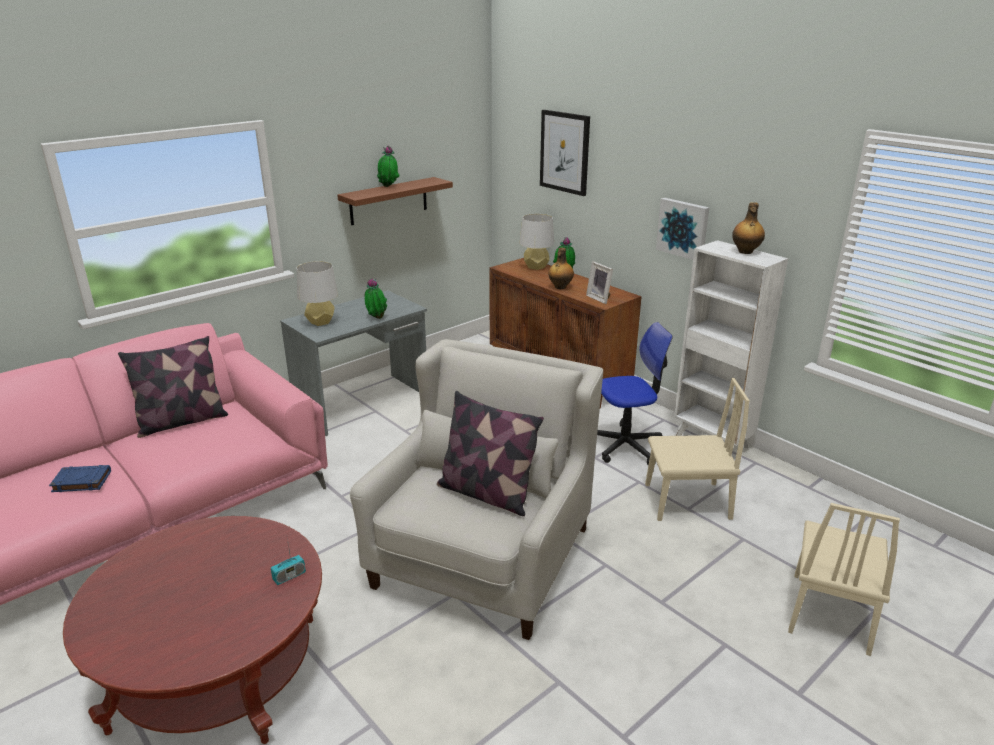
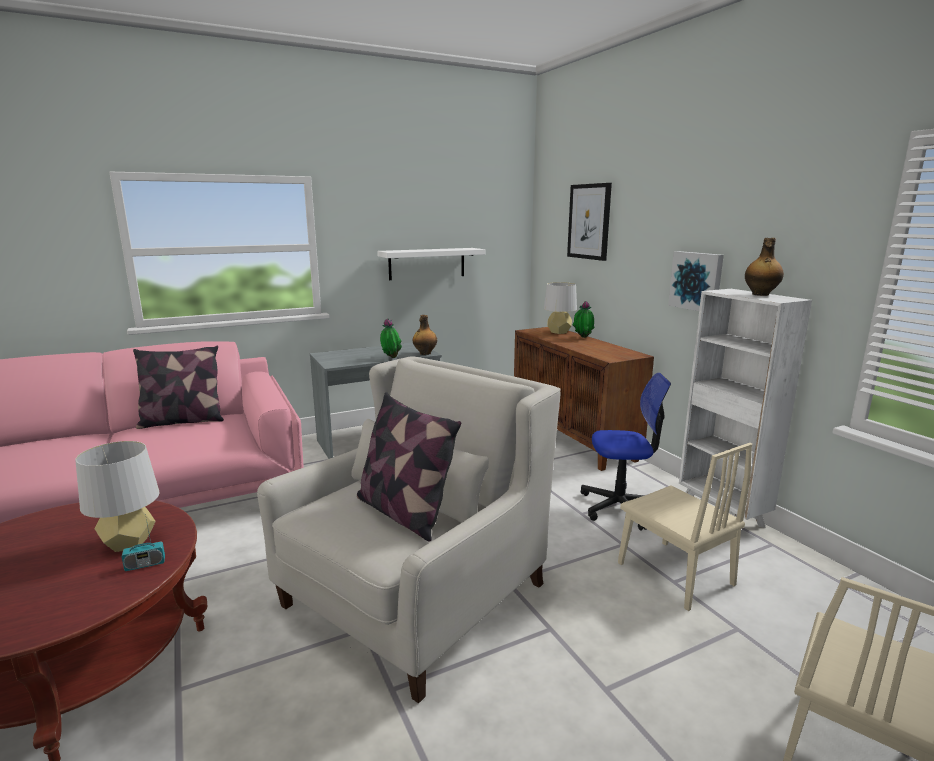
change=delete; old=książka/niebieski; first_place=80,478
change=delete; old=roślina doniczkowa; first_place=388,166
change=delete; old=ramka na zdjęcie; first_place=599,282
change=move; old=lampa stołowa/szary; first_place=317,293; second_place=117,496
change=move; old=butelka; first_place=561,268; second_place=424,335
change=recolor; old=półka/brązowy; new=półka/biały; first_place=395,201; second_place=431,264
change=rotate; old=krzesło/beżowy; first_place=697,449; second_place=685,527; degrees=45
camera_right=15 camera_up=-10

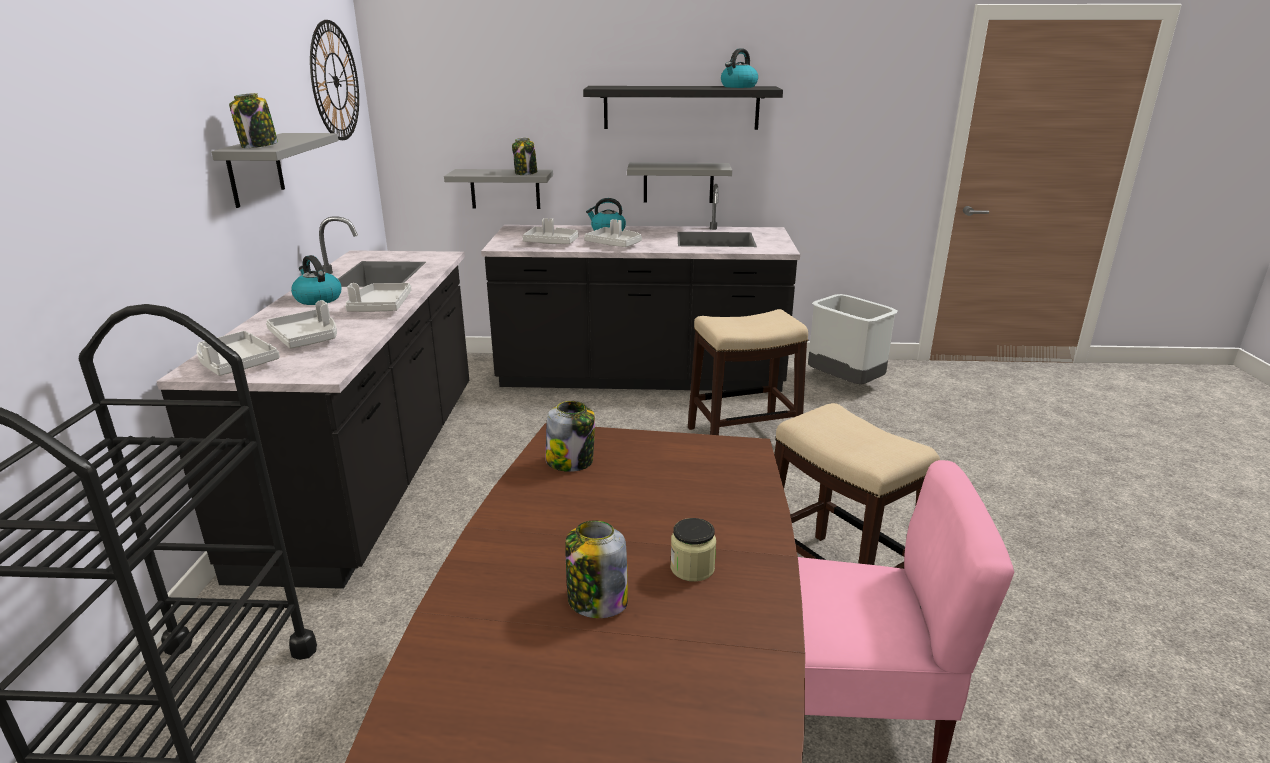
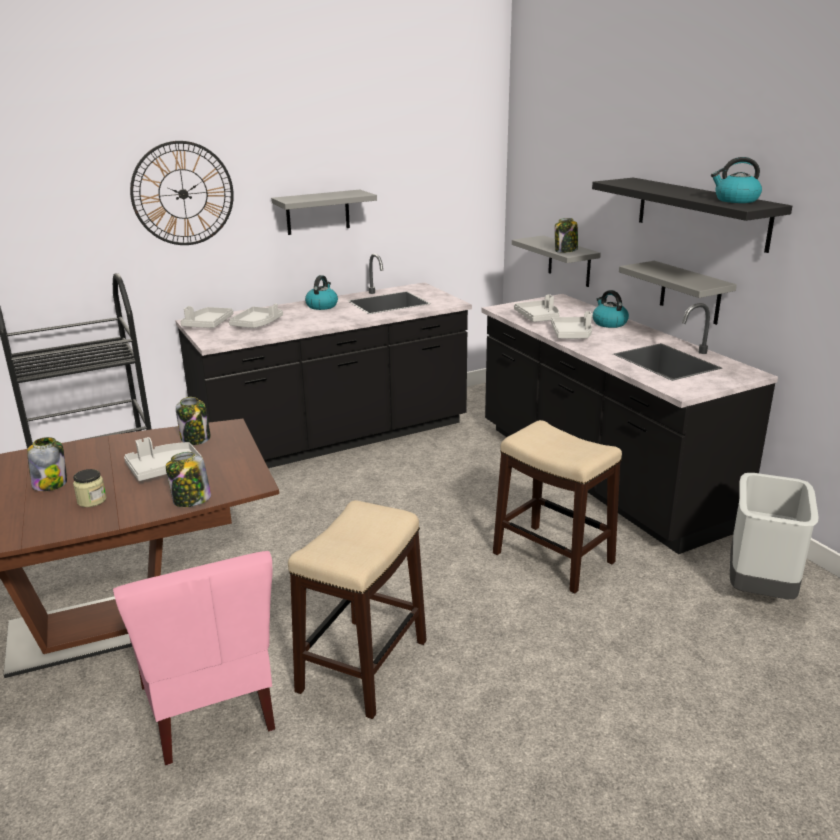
change=move; old=słoik; first_place=253,120; second_place=188,479
change=move; old=zegar ścienny; first_place=334,80; second_place=182,193
change=move; old=taca/szary; first_place=378,297; second_place=163,459
camera_right=60 camera_up=0

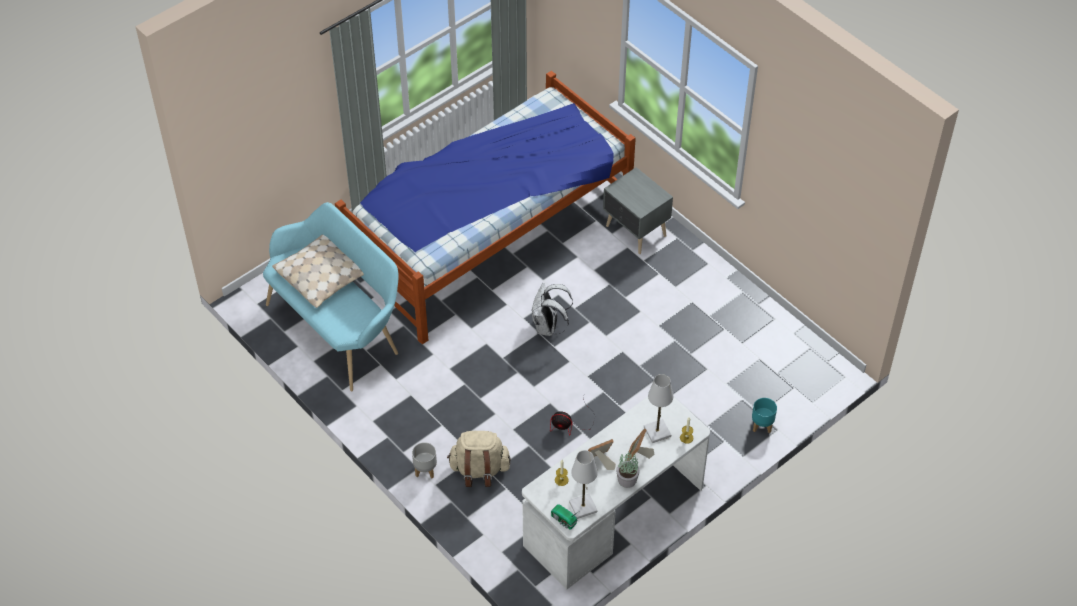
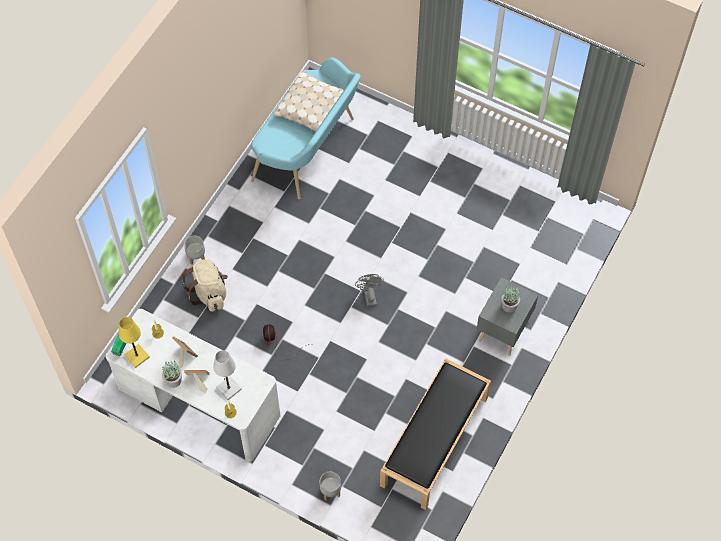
change=delete; old=łóżko; first_place=485,208
change=insert; new=ławka/czarny; second_place=435,434
change=insert; new=roślina doniczkowa; second_place=510,299
change=replace; old=plecak/biały; new=wentylator/szary; first_place=552,309; second_place=369,290
change=recolor; old=lampa stołowa/biały; new=lampa stołowa/żółty; first_place=583,484; second_place=134,342
change=recolor; old=donica/turkusowy; new=donica/szary; first_place=764,415; second_place=330,486
camera_right=70 camera_up=10

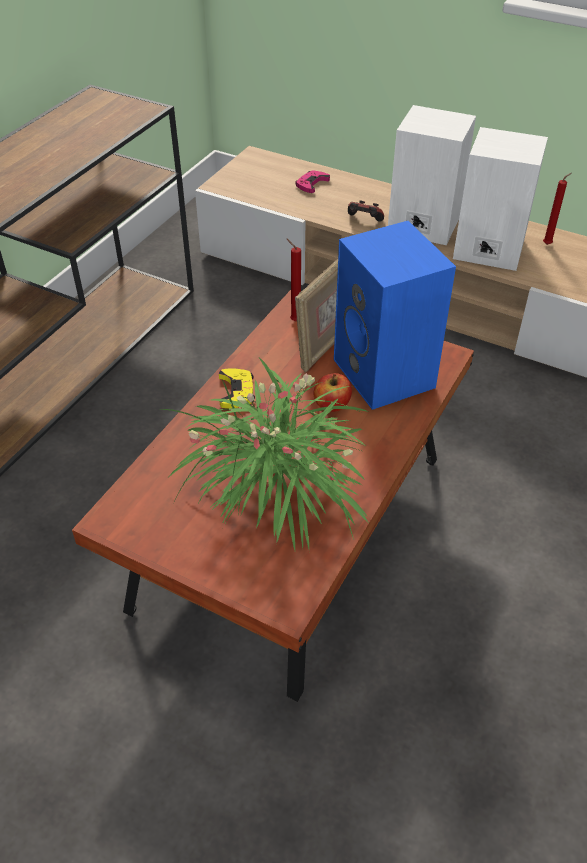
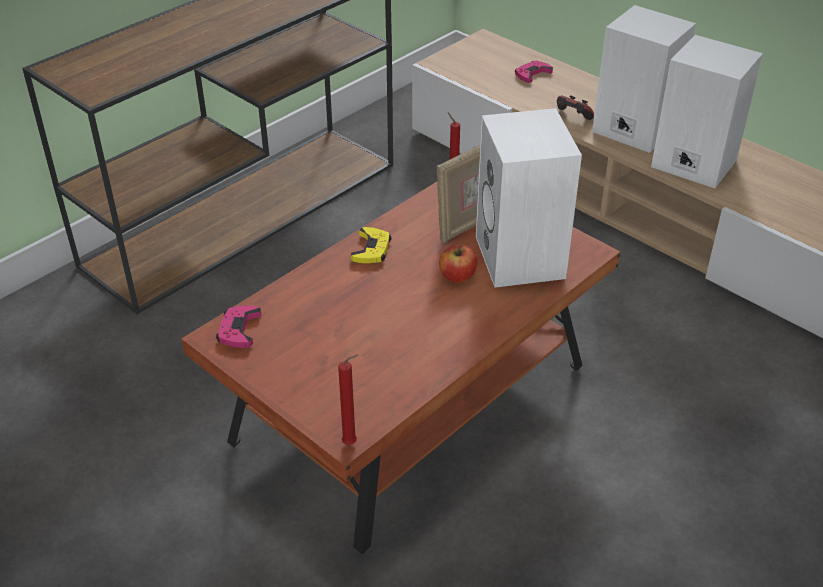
change=delete; old=roślina doniczkowa; first_place=265,454
change=insert; new=pad do gier/różowy; second_place=238,326
change=move; old=świeca/czerwony; first_place=557,209; second_place=348,399
change=recolor; old=głośnik/niebieski; new=głośnik/biały; first_place=395,315; second_place=529,198
camera_right=15 camera_up=-5

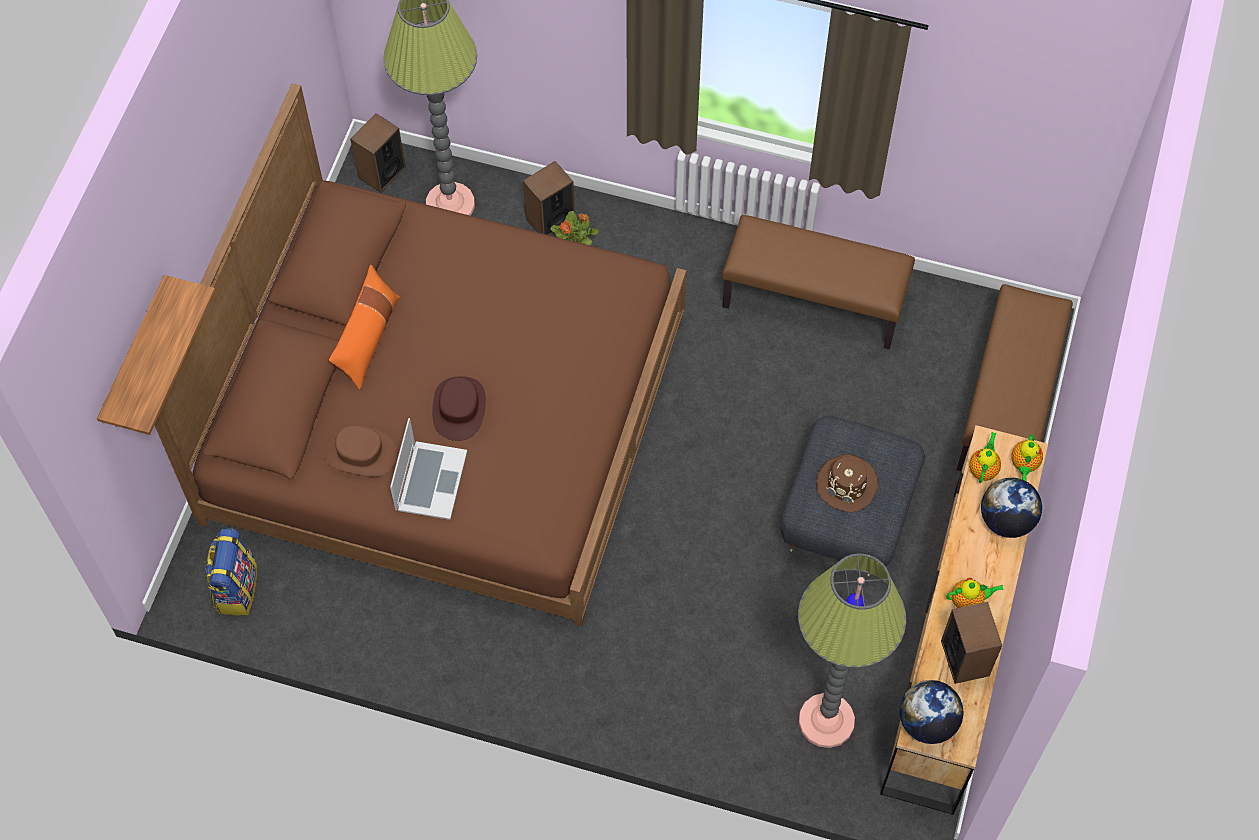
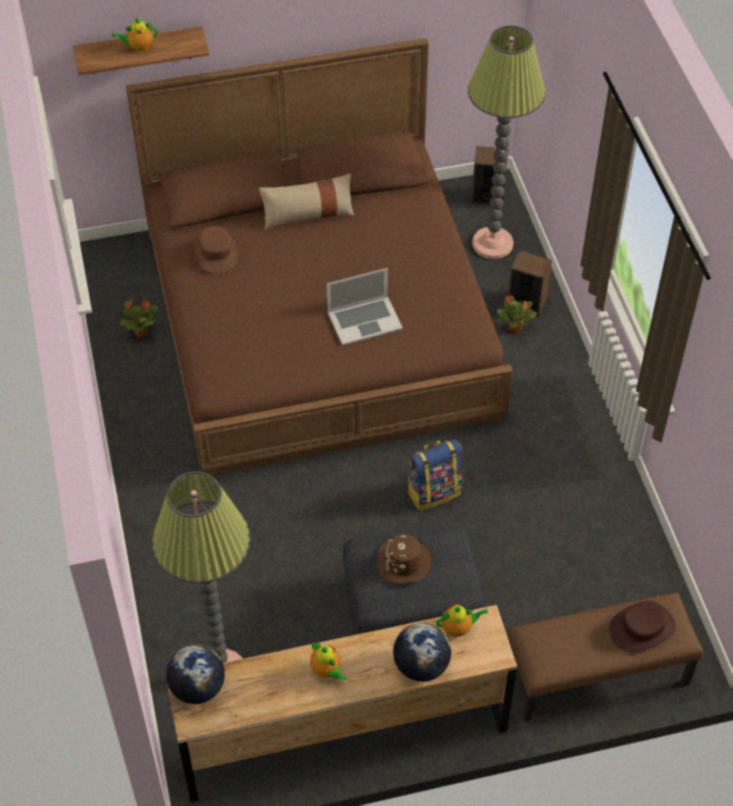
change=delete; old=ławka/brązowy; first_place=818,282
change=delete; old=głośnik; first_place=971,643
change=insert; new=roślina doniczkowa; second_place=138,318
change=move; old=plecak; first_place=231,571; second_place=435,475
change=move; old=laptop; first_place=428,469; second_place=365,307
change=move; old=kapelusz/brązowy; first_place=459,408; second_place=642,626
change=move; old=imbryk; first_place=1027,457; second_place=135,35
change=recolor; old=poduszka/pomarańczowy; new=poduszka/beżowy; first_place=364,327; second_place=306,201
camera_right=60 camera_up=-10

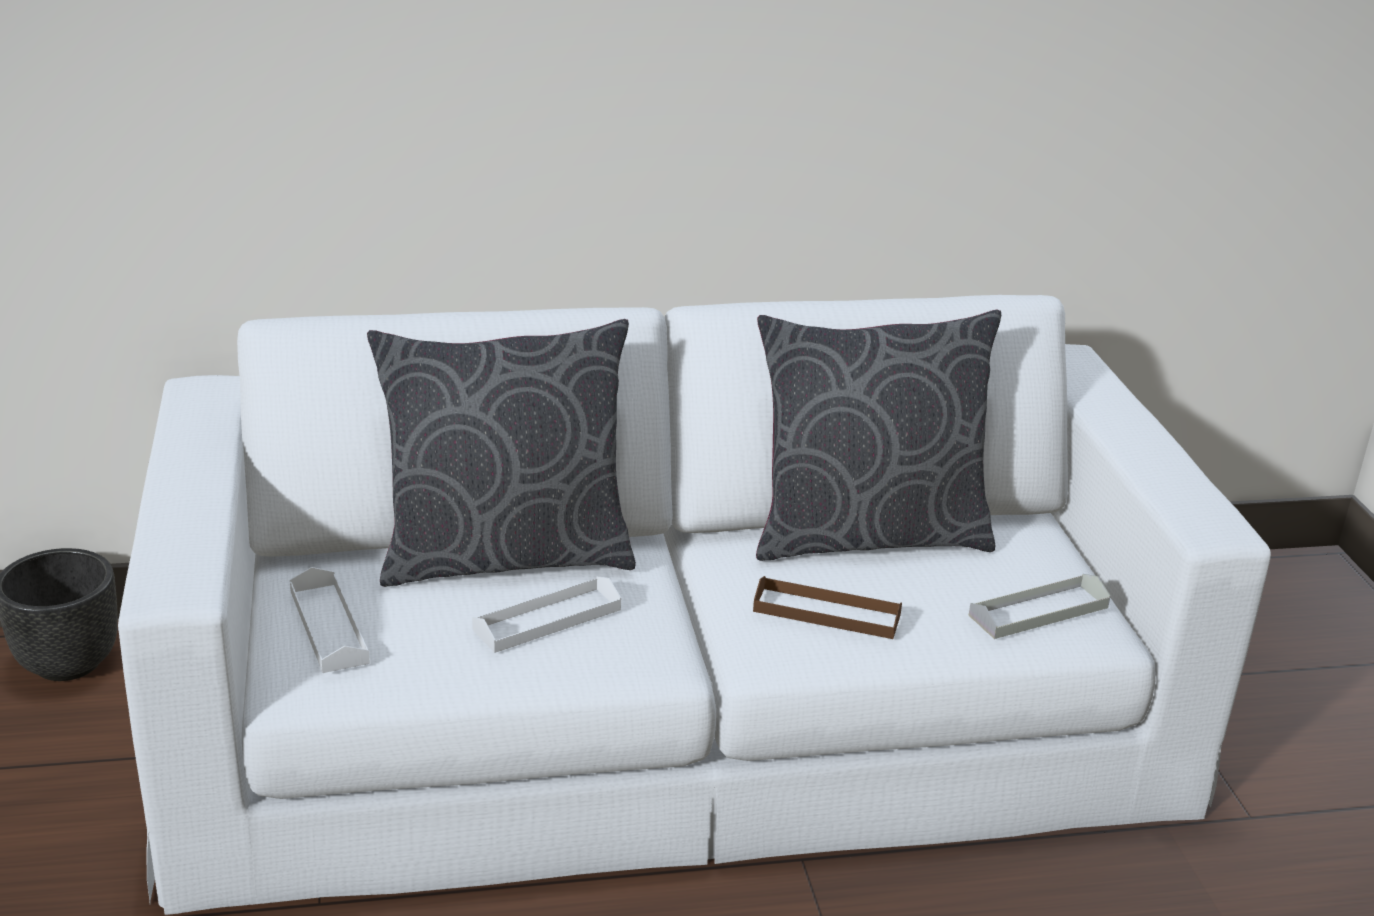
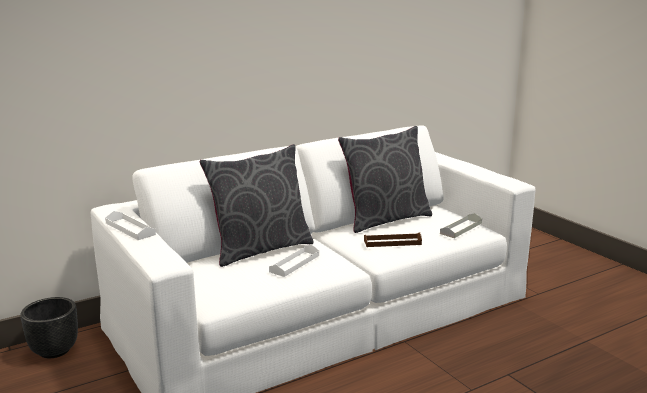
change=move; old=taca/biały; first_place=330,620; second_place=130,225
camera_right=-20 camera_up=-10

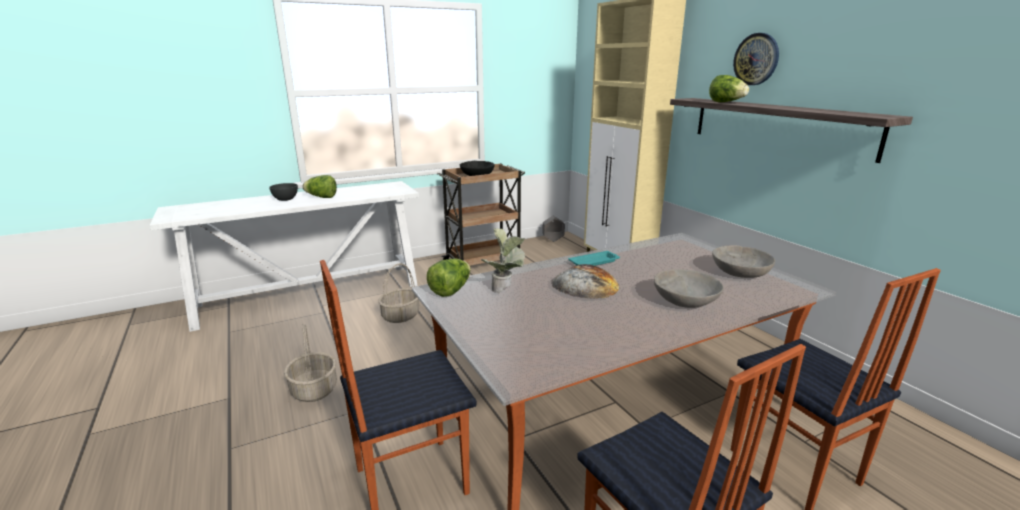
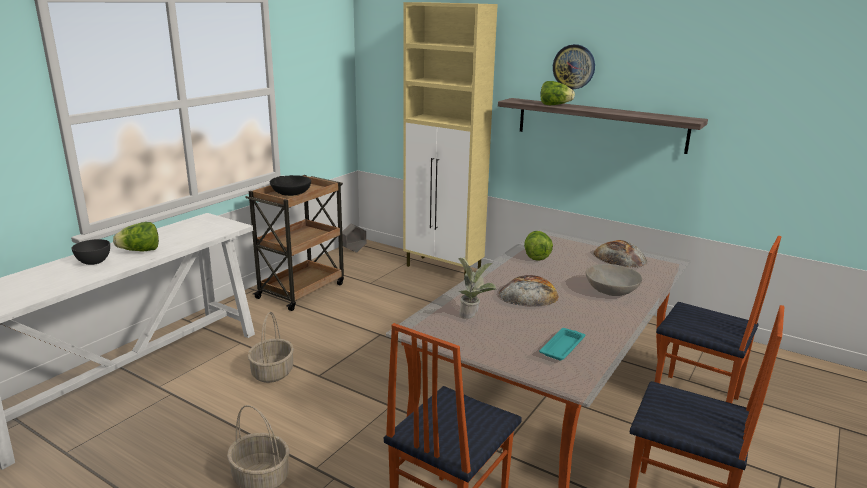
change=move; old=sałata; first_place=449,278; second_place=538,246
change=move; old=taca/turkusowy; first_place=594,258; second_place=562,344
change=replace; old=miska/szary; new=chleb; first_place=743,261; second_place=620,254
camera_right=-30 camera_up=0

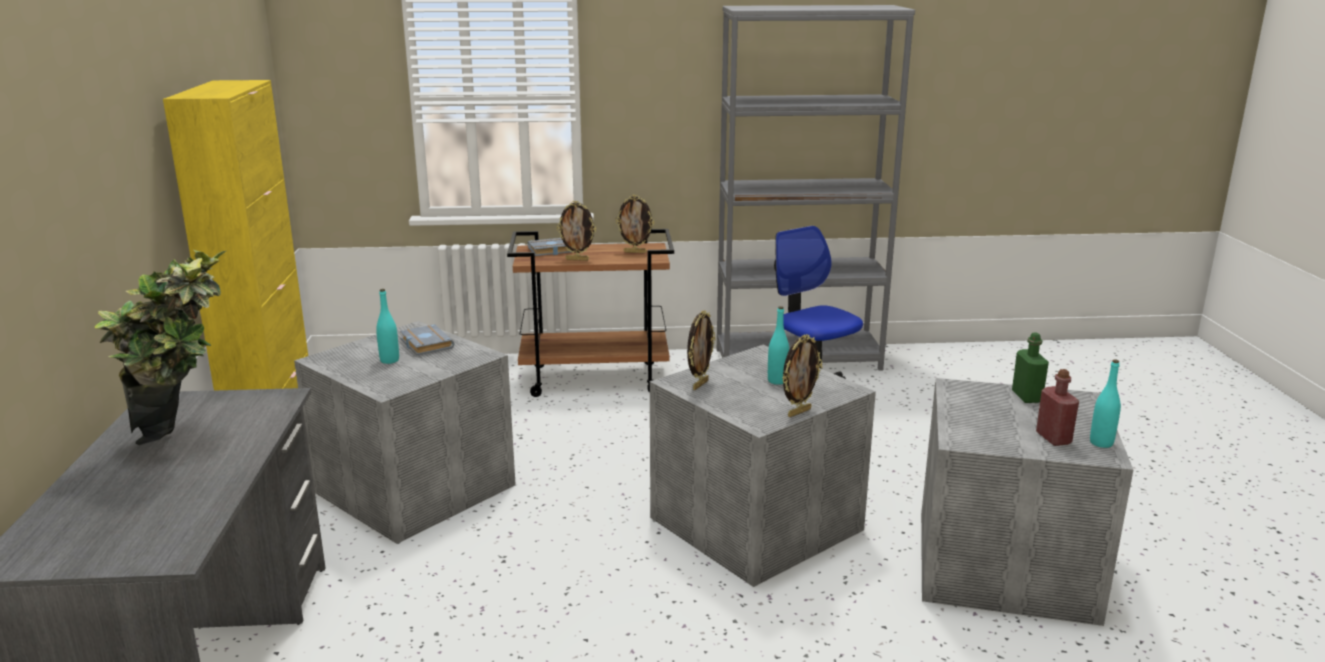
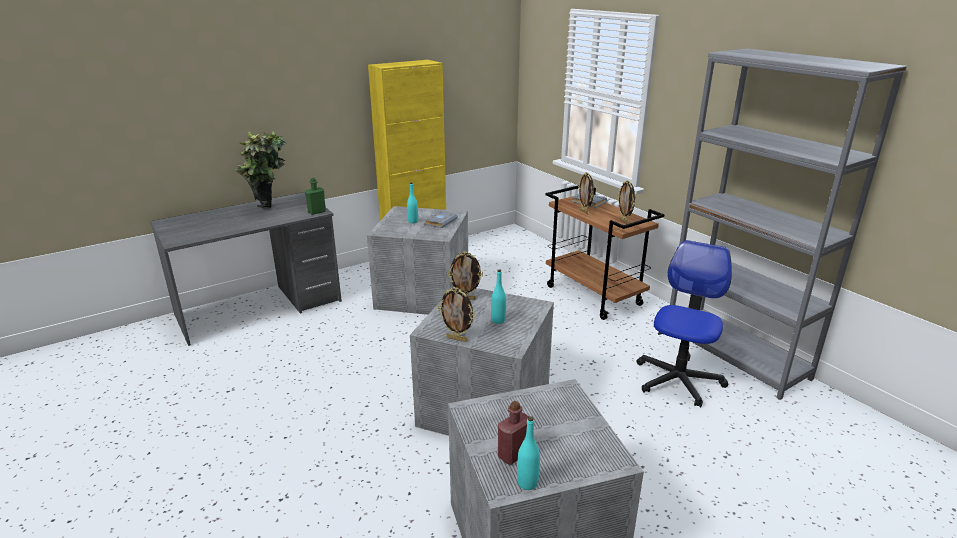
change=move; old=butelka/zielony; first_place=1030,368; second_place=315,196
camera_right=60 camera_up=5

